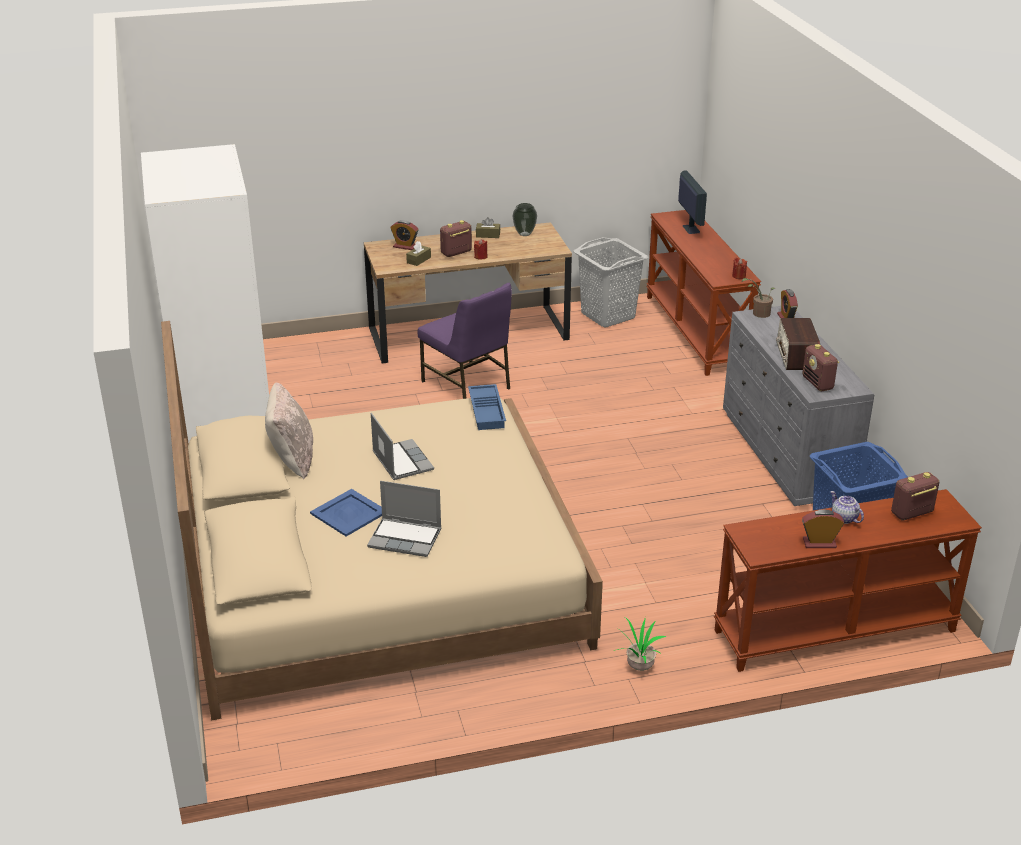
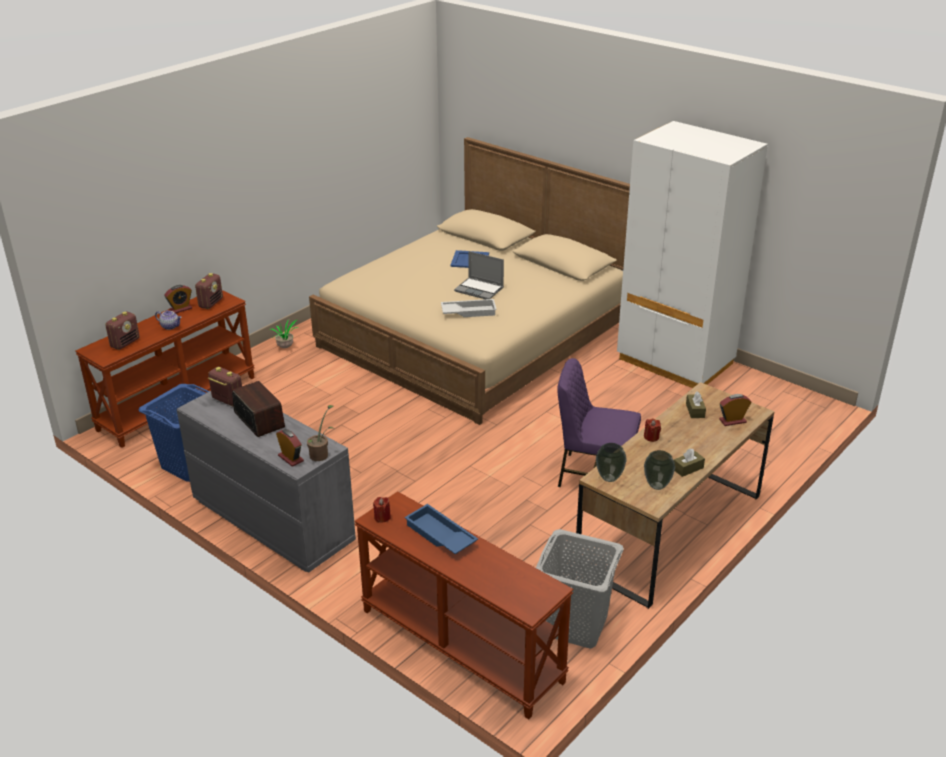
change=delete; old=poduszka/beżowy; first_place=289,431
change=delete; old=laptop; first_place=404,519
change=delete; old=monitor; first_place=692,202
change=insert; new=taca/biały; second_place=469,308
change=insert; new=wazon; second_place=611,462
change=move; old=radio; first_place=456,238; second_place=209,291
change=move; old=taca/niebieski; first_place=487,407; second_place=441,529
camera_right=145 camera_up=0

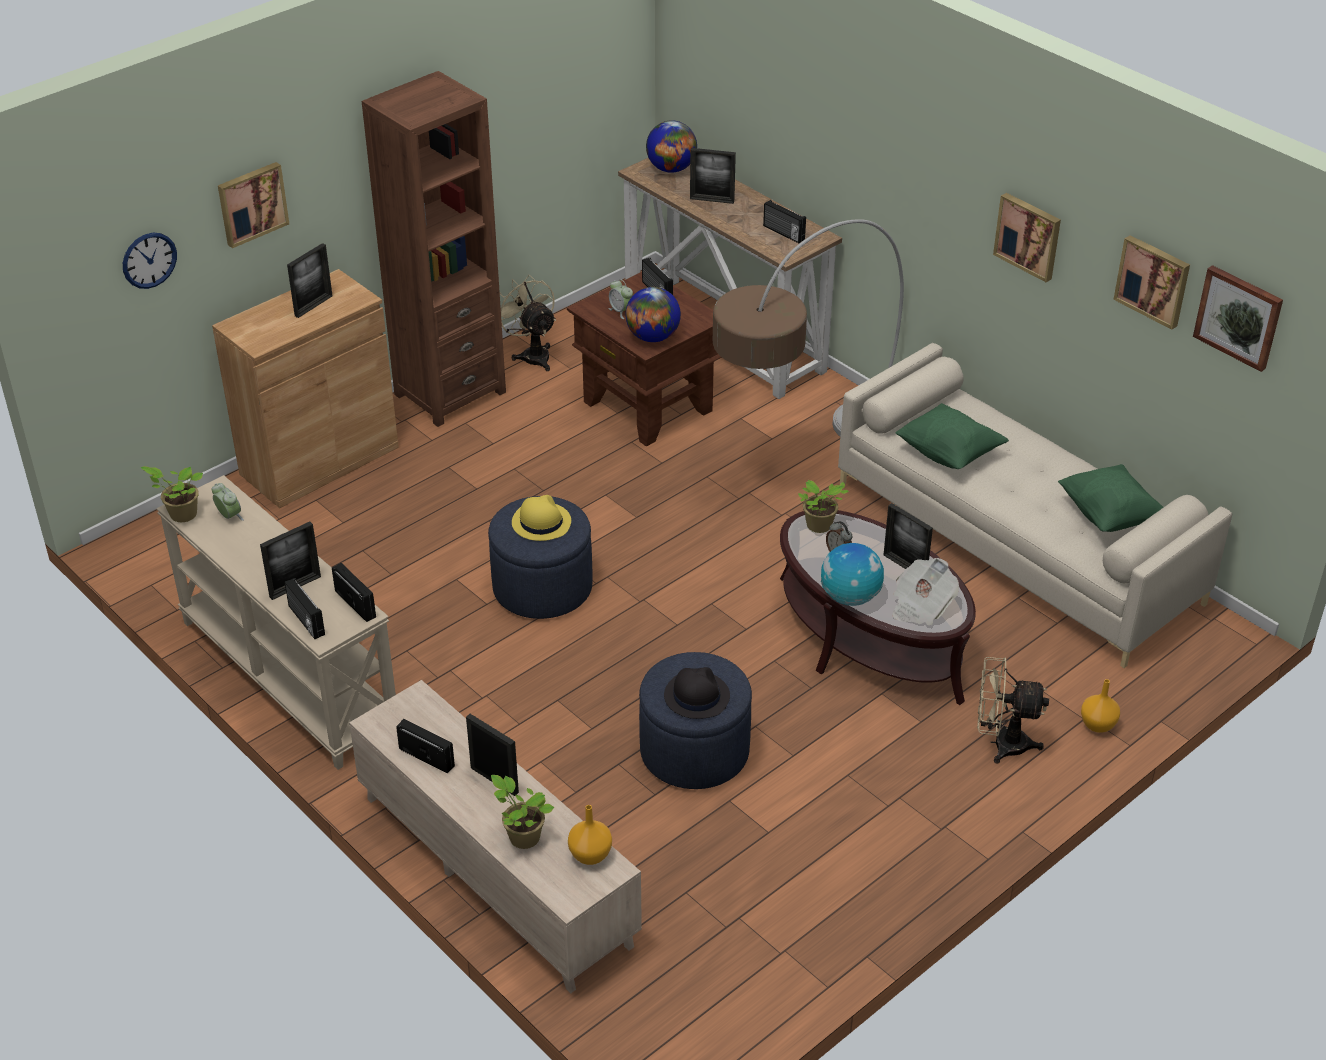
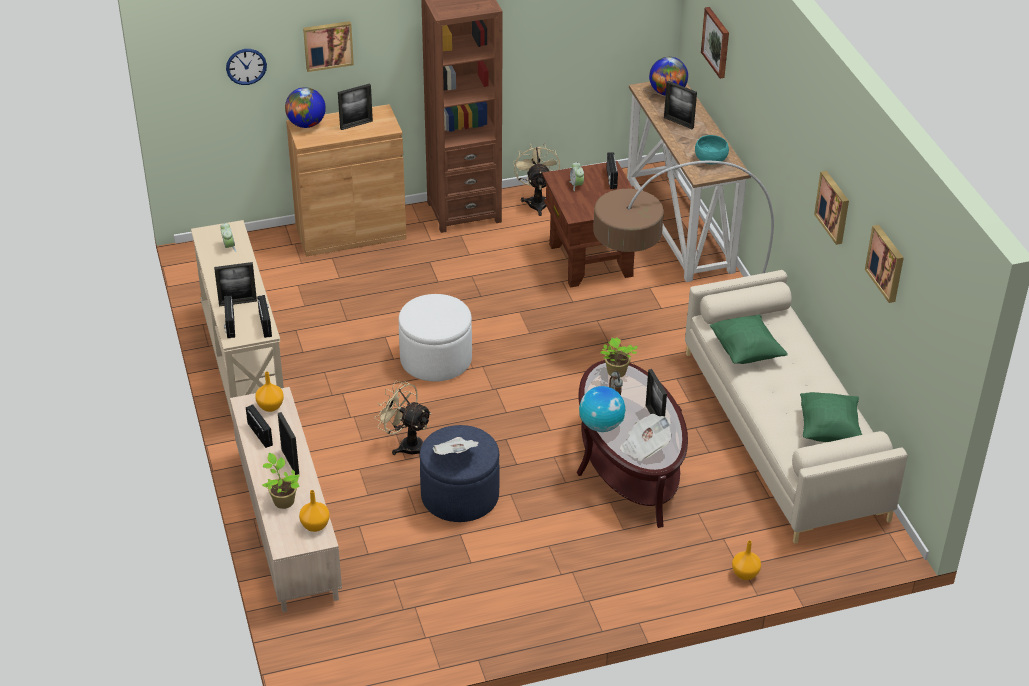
change=delete; old=roślina doniczkowa; first_place=172,494
change=delete; old=kapelusz/żółty; first_place=541,518
change=insert; new=wazon/pomarańczowy; second_place=269,391
change=move; old=globus; first_place=653,314; second_place=305,107
change=move; old=wentylator/beżowy; first_place=1013,710; second_place=403,417
change=move; old=obraz; first_place=1238,318; second_place=715,43
change=replace; old=kapelusz/czarny; new=gazeta; first_place=697,693; second_place=456,446
change=replace; old=radio; new=miska/turkusowy; first_place=784,221; second_place=712,149
change=recolor; old=pufa/niebieski; new=pufa/biały; first_place=540,557; second_place=435,338
camera_right=25 camera_up=0

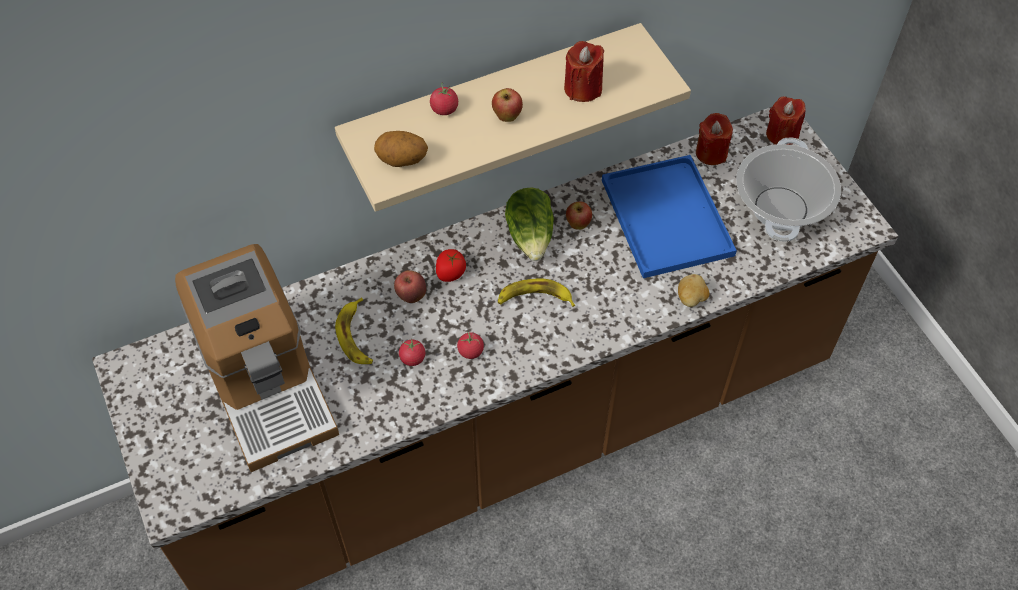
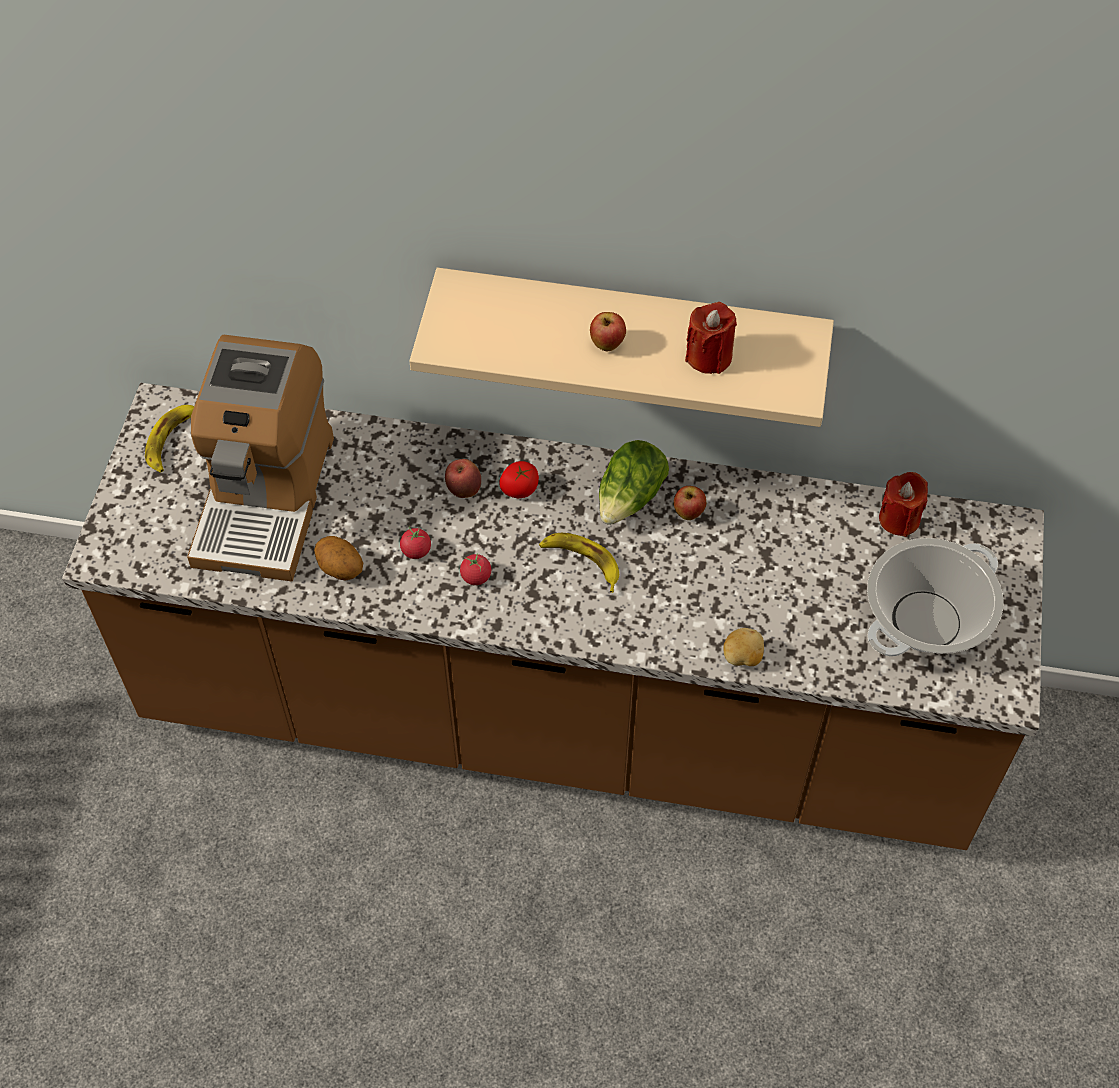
change=delete; old=pomidor; first_place=444,99
change=delete; old=taca/niebieski; first_place=669,216
change=delete; old=świeca/czerwony; first_place=786,121
change=move; old=banan; first_place=354,330; second_place=169,439
change=move; old=ziemniak; first_place=401,149; second_place=338,558
camera_right=35 camera_up=0

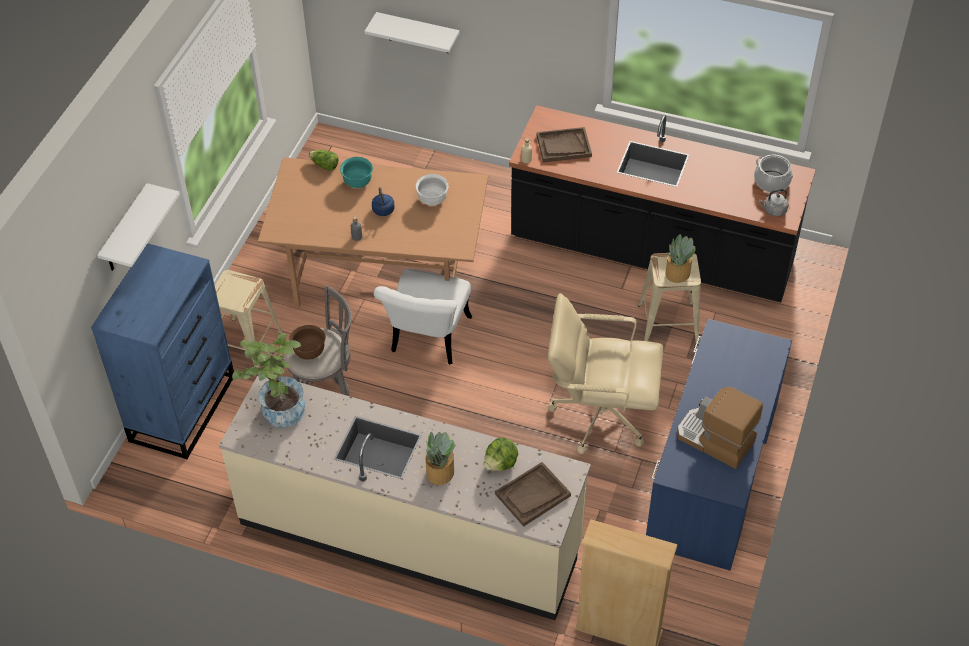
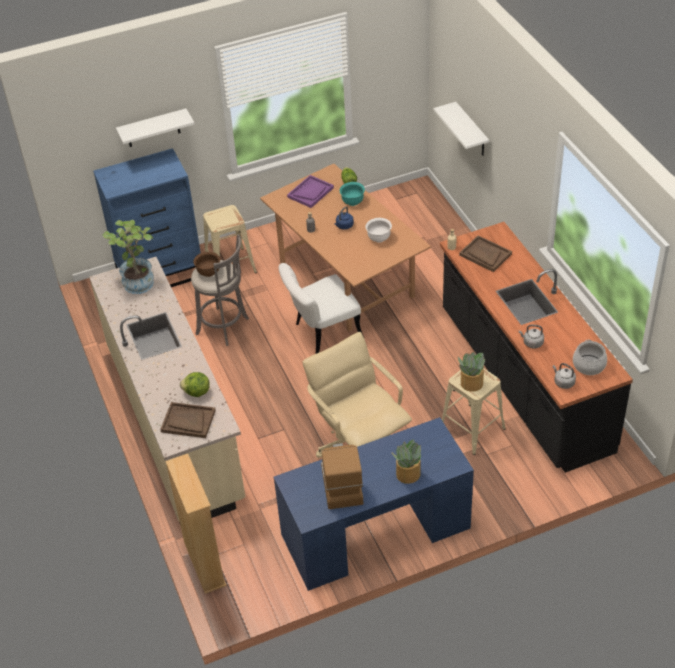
change=insert; new=taca/fioletowy; second_place=310,191
change=insert; new=czajnik/szary; second_place=531,336
change=move; old=roślina doniczkowa; first_place=440,458; second_place=406,461
camera_right=50 camera_up=-5

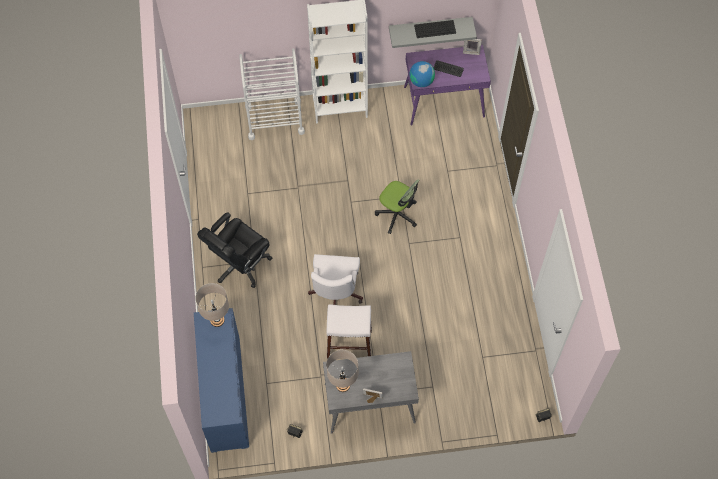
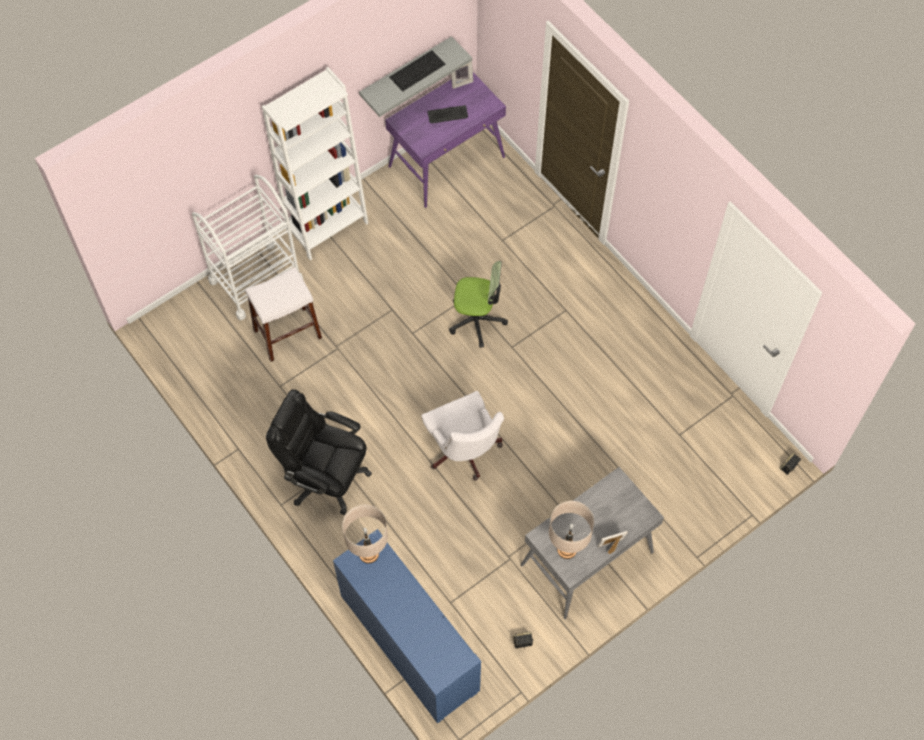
change=delete; old=globus; first_place=422,74
change=move; old=stołek/biały; first_place=349,331; second_place=283,314
change=rotate; old=krzesło biurowe/czarny; first_place=235,250; second_place=319,452; degrees=105
camera_right=-30 camera_up=0

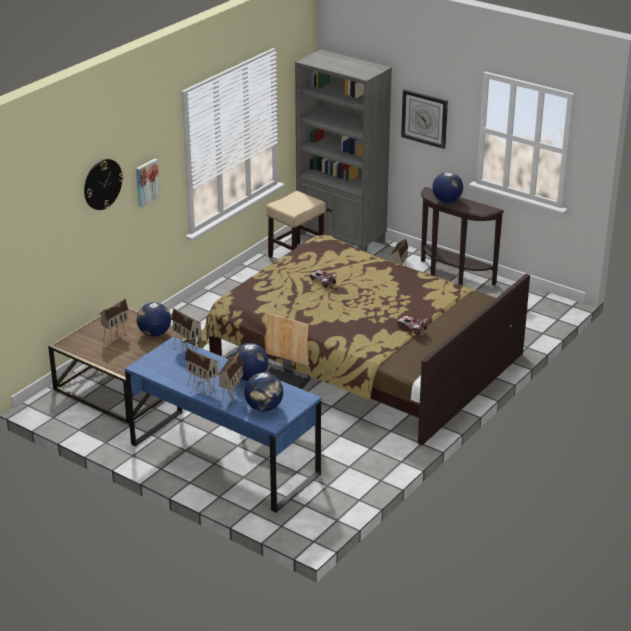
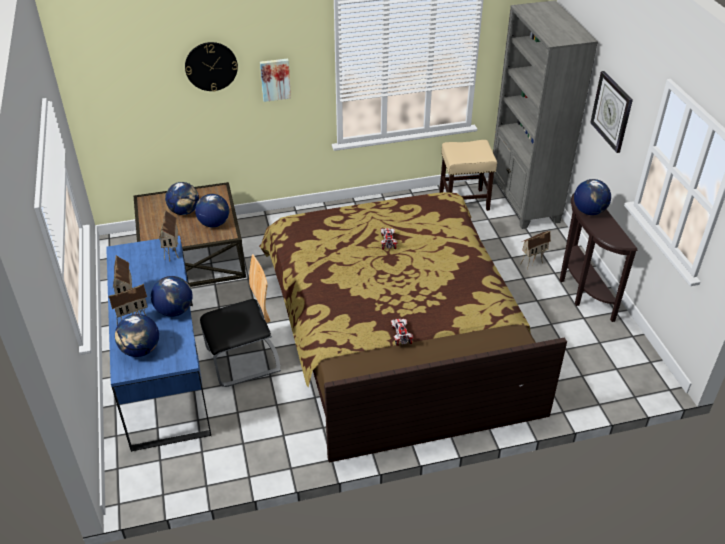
change=replace; old=domek; new=globus; first_place=114,320; second_place=182,198
camera_right=40 camera_up=10

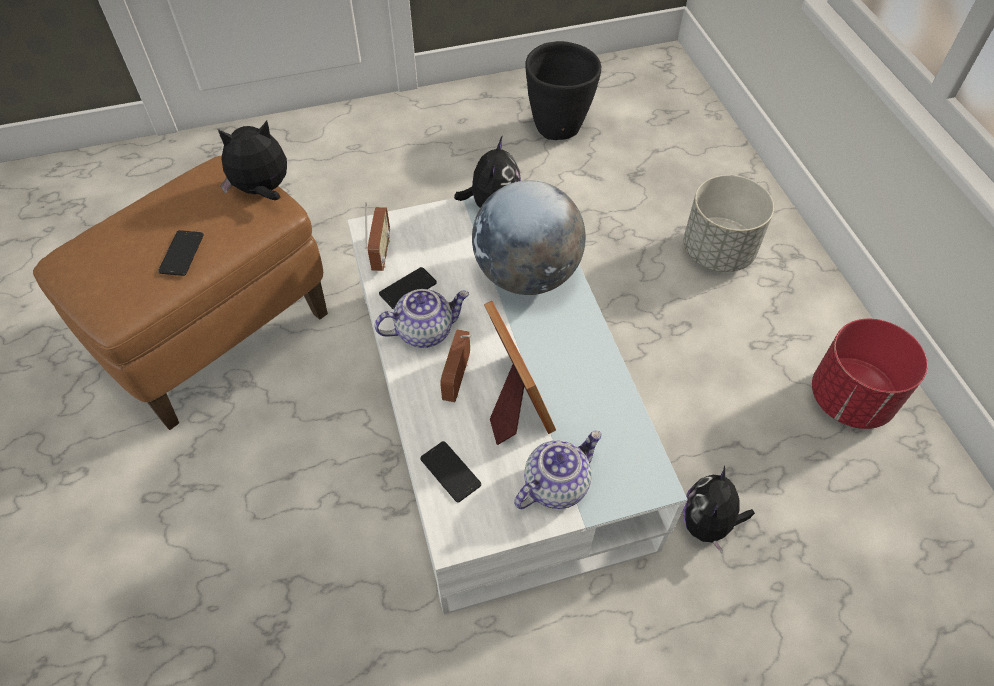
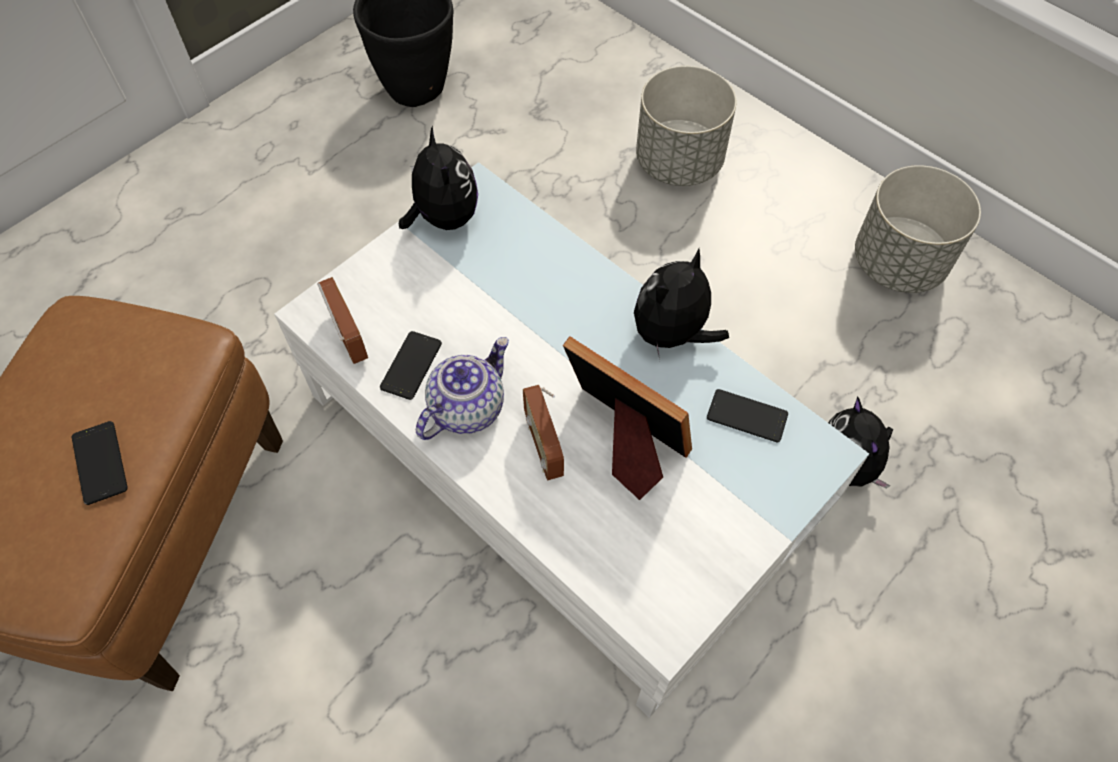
change=delete; old=globus; first_place=529,237
change=delete; old=imbryk; first_place=558,470
change=move; old=pluszak; first_place=252,160; second_place=681,304
change=move; old=telefon; first_place=450,471; second_place=747,416
change=recolor; old=donica/czerwony; new=donica/szary; first_place=870,374; second_place=918,229
camera_right=-30 camera_up=5

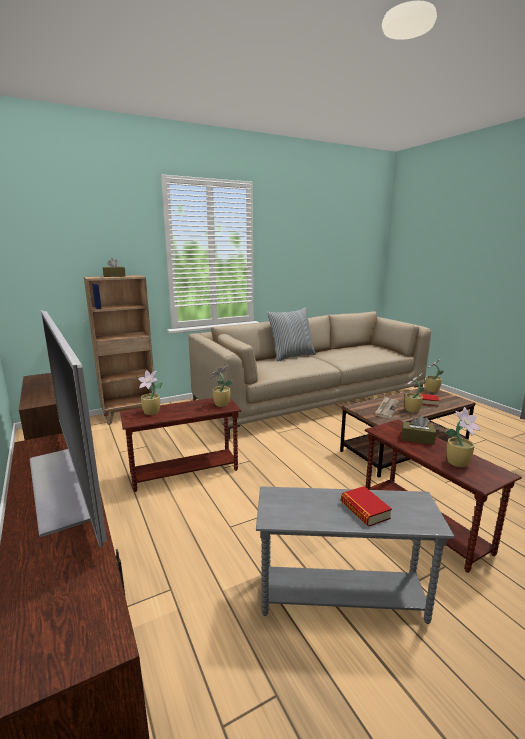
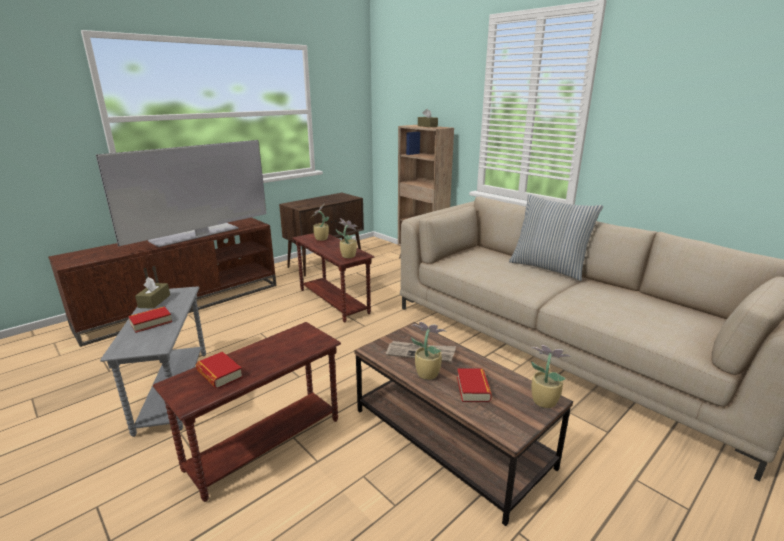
change=move; old=pudełko chusteczek/brązowy; first_place=419,430; second_place=152,293
change=replace; old=roślina doniczkowa; new=książka; first_place=462,437; second_place=219,370
camera_right=75 camera_up=5

